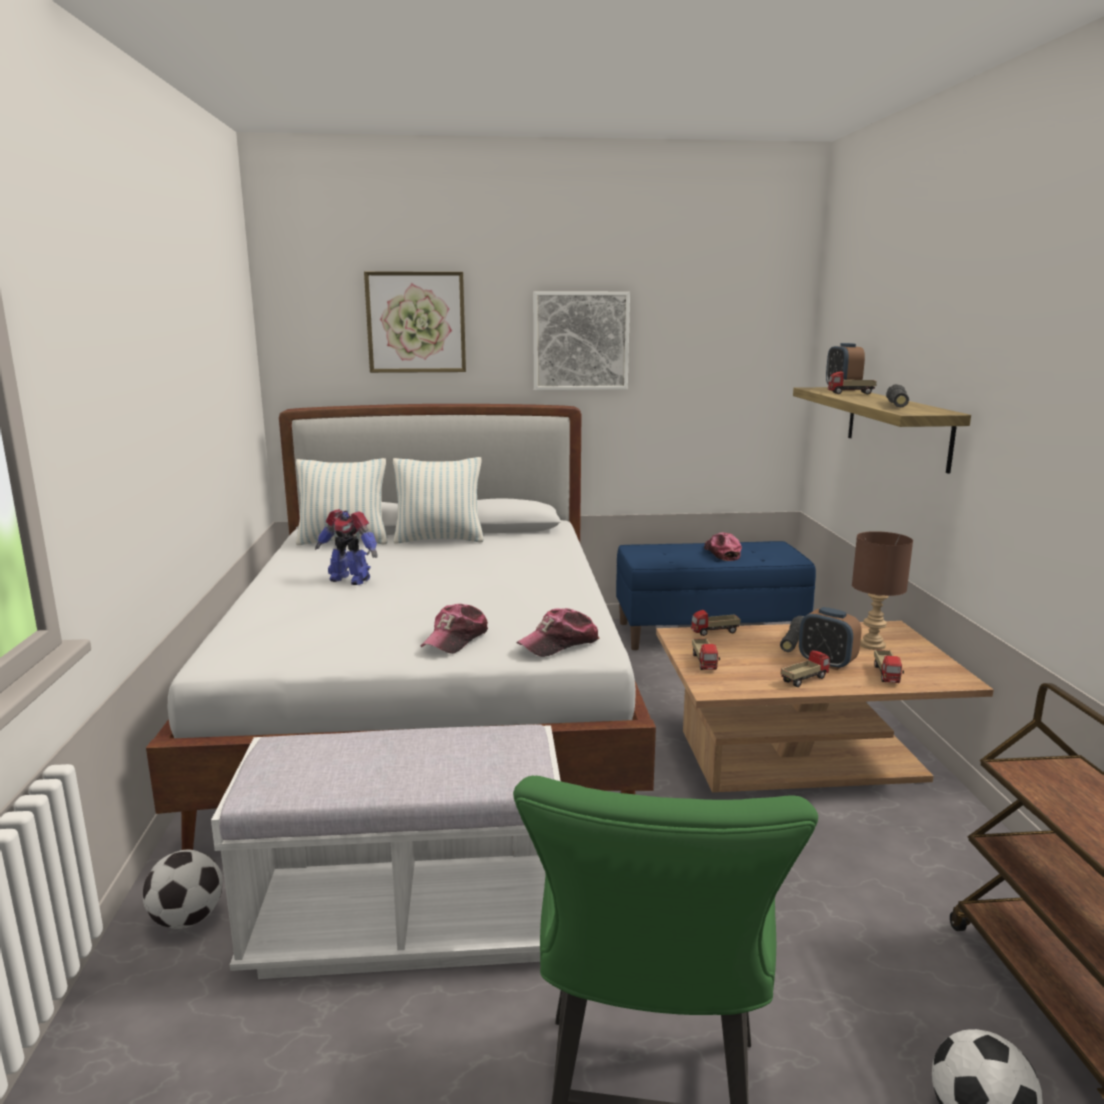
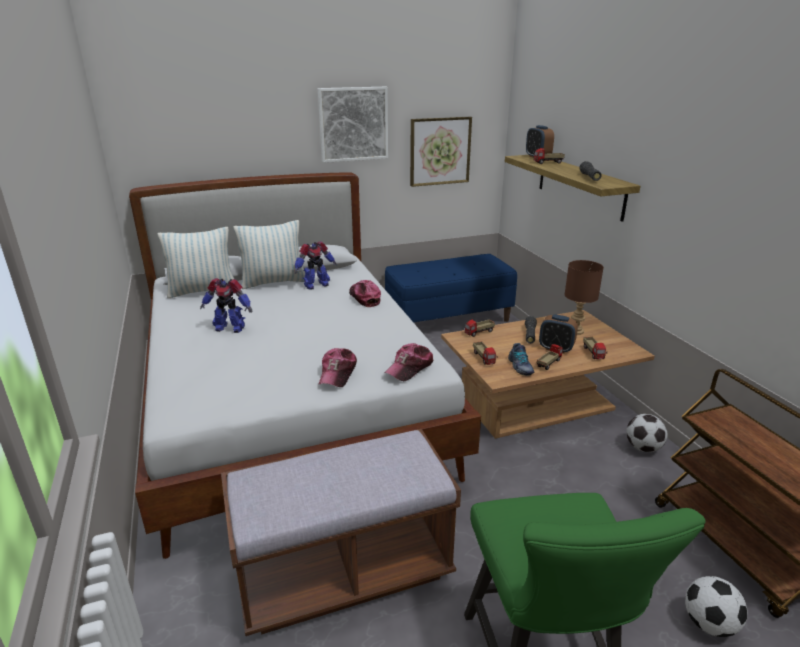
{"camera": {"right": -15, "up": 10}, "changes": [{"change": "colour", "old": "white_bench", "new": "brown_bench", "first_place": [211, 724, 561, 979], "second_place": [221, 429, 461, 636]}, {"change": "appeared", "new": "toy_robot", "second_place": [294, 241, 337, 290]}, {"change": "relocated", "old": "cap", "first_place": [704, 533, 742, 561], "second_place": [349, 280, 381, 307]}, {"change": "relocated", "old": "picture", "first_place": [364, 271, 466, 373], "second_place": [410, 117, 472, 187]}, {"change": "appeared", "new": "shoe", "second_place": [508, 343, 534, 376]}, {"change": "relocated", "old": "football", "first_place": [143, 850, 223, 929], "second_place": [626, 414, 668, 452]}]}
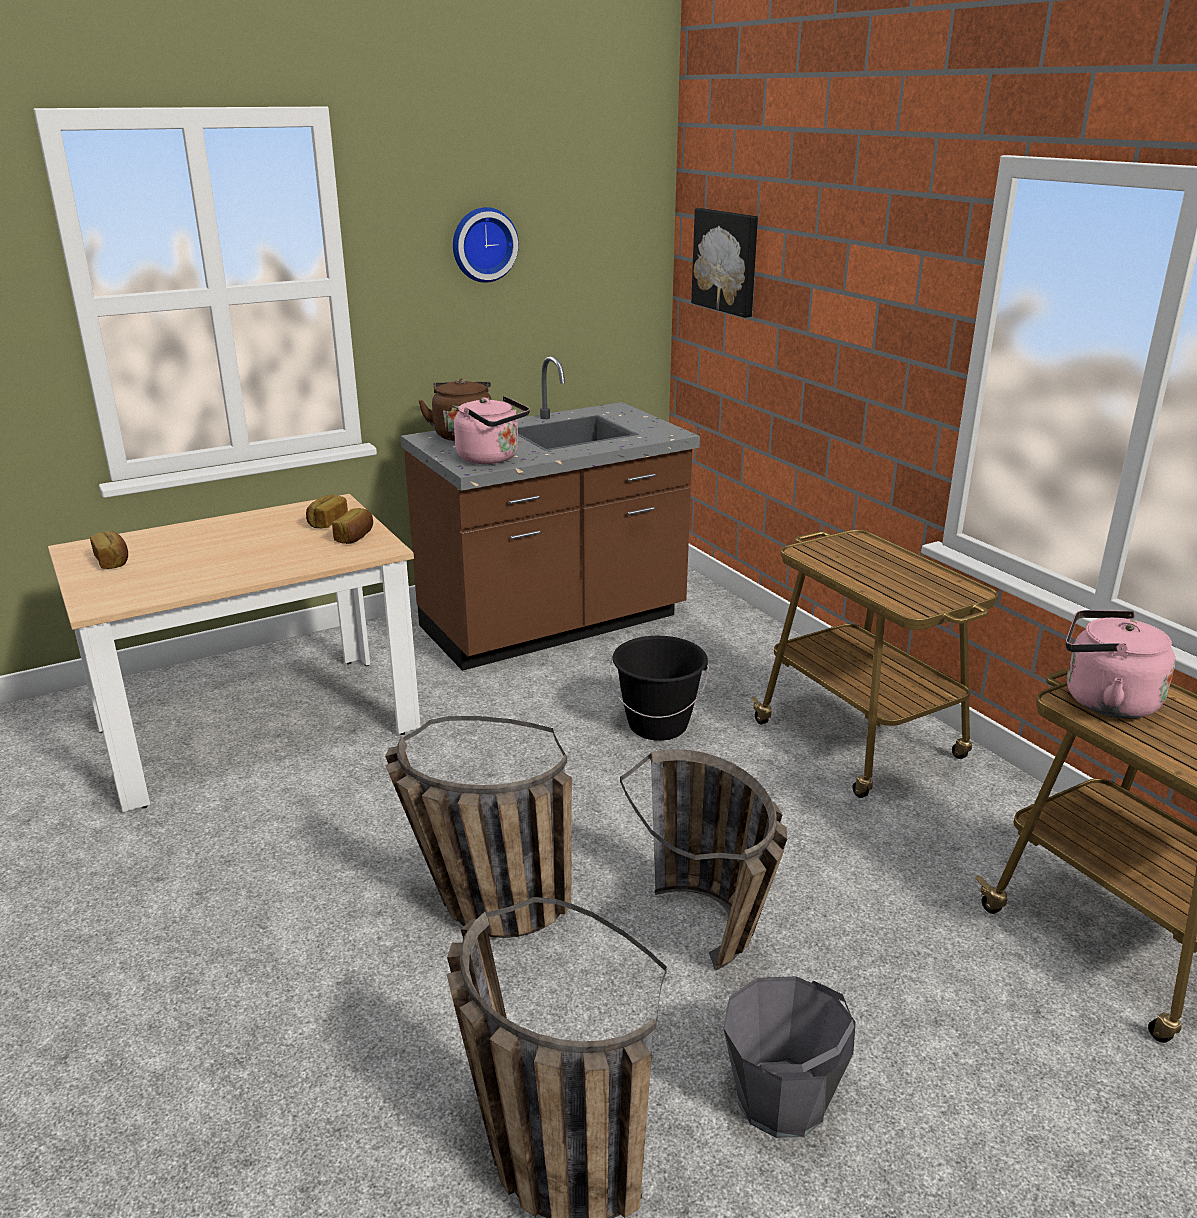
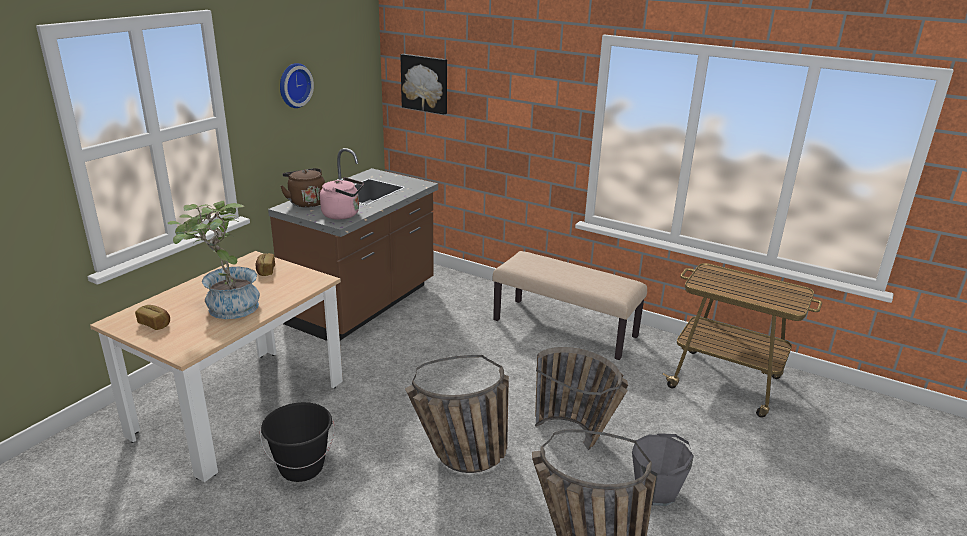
{"camera": {"right": -30, "up": 0}, "changes": [{"change": "appeared", "new": "potted_plant", "second_place": [167, 201, 260, 319]}, {"change": "relocated", "old": "black_bucket", "first_place": [610, 636, 709, 741], "second_place": [260, 402, 334, 482]}, {"change": "exchanged", "old": "cart", "new": "beige_bench", "first_place": [750, 530, 998, 798], "second_place": [493, 251, 647, 360]}, {"change": "missing", "old": "bread", "first_place": [332, 508, 373, 544]}, {"change": "missing", "old": "pink_kettle", "first_place": [1066, 610, 1175, 719]}]}
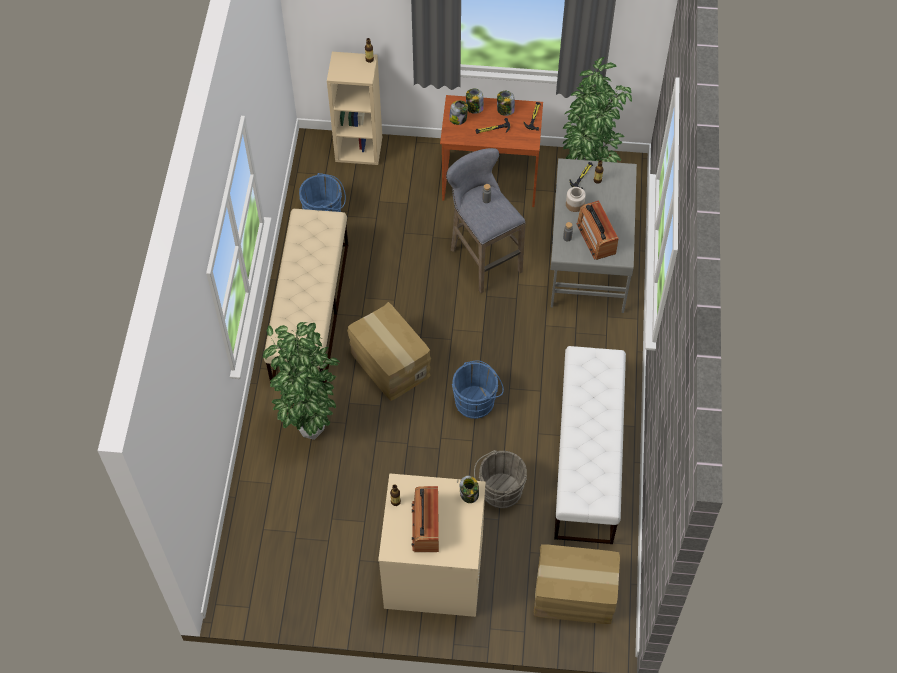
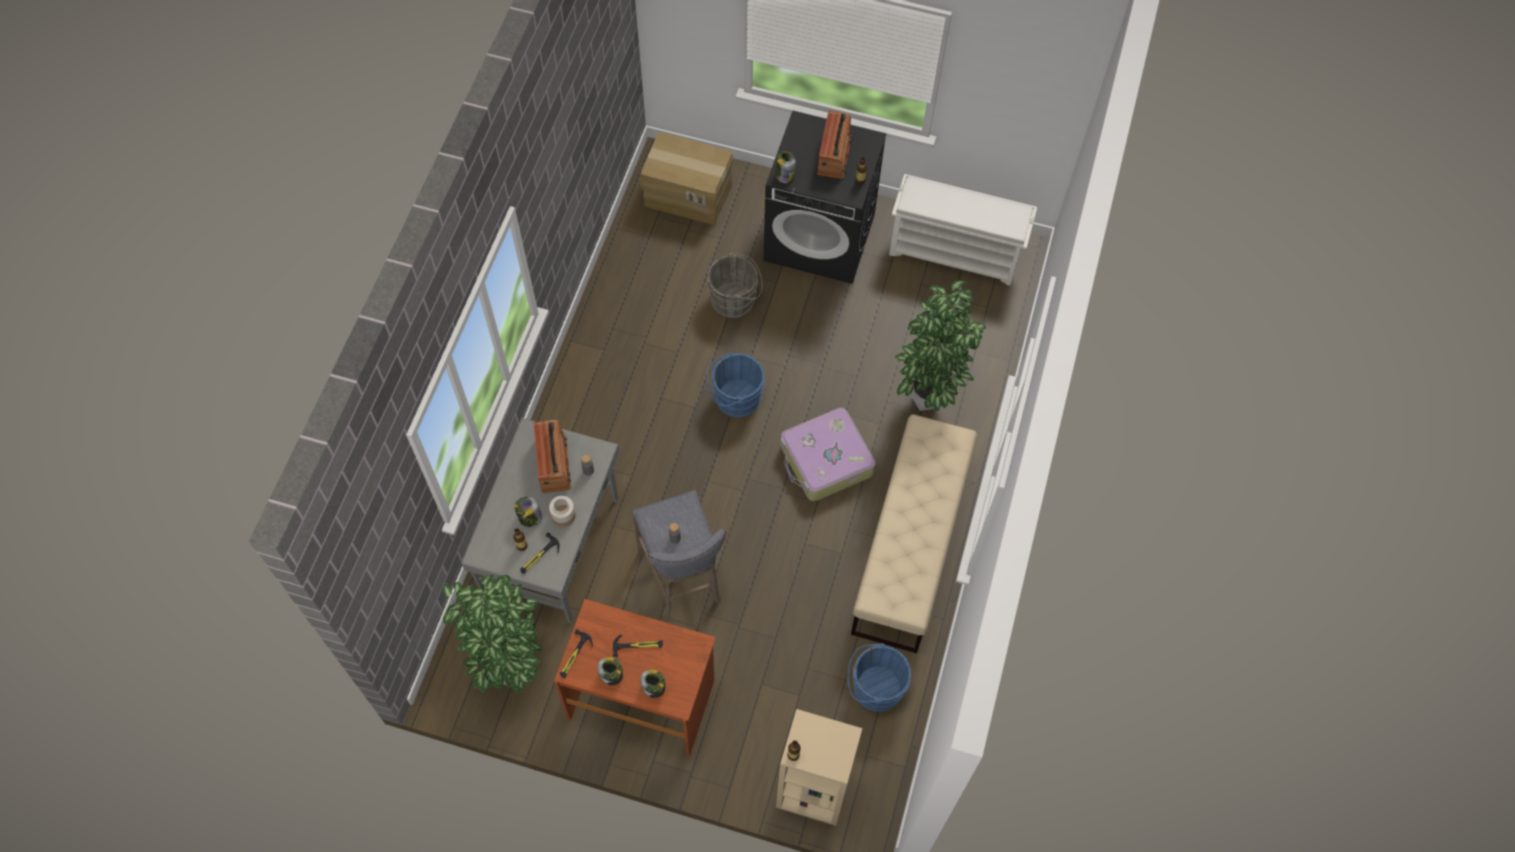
{"camera": {"right": -170, "up": 5}, "changes": [{"change": "relocated", "old": "jar", "first_place": [449, 100, 468, 125], "second_place": [514, 497, 543, 527]}, {"change": "colour", "old": "beige_washing_machine", "new": "black_washing_machine", "first_place": [378, 473, 486, 617], "second_place": [763, 111, 886, 284]}, {"change": "exchanged", "old": "cardboard_box", "new": "suitcase", "first_place": [347, 302, 431, 401], "second_place": [780, 408, 875, 501]}, {"change": "appeared", "new": "white_shoe_rack", "second_place": [889, 174, 1037, 286]}, {"change": "missing", "old": "white_bench", "first_place": [554, 346, 626, 544]}]}
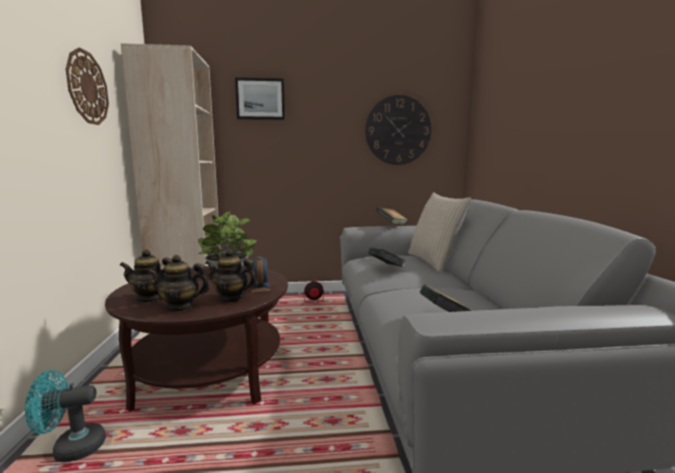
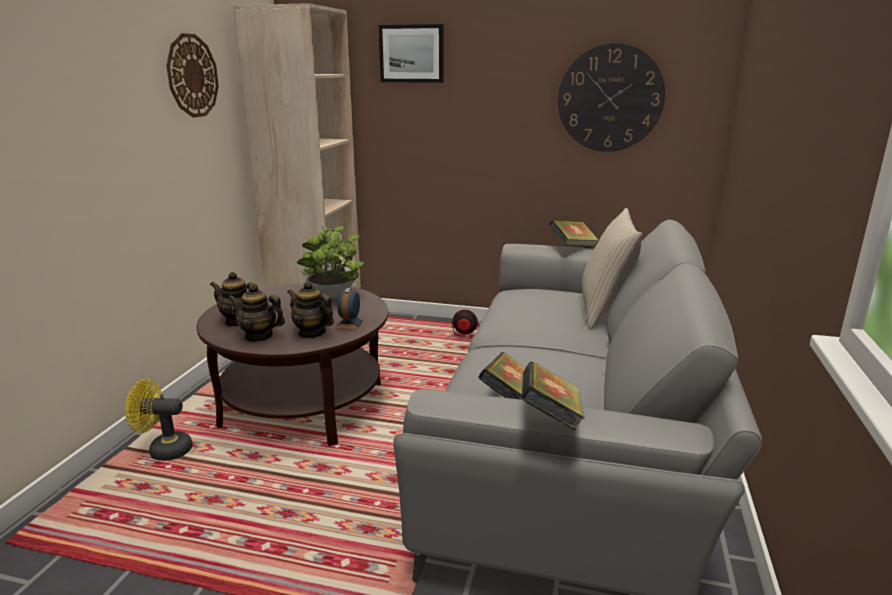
{"camera": {"right": 20, "up": 10}, "changes": [{"change": "colour", "old": "turquoise_fan", "new": "yellow_fan", "first_place": [25, 370, 106, 462], "second_place": [125, 379, 193, 461]}, {"change": "relocated", "old": "book", "first_place": [368, 247, 406, 267], "second_place": [521, 361, 585, 431]}]}
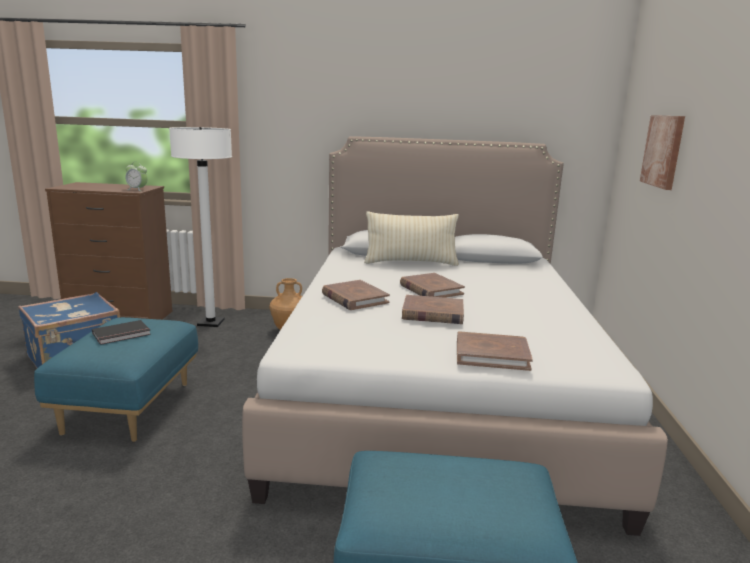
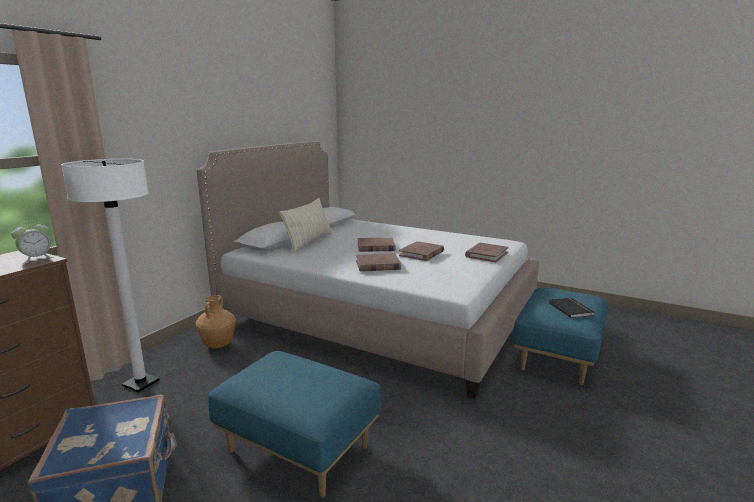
{"camera": {"right": -65, "up": 0}, "changes": [{"change": "relocated", "old": "black_book", "first_place": [92, 320, 151, 345], "second_place": [549, 298, 594, 318]}, {"change": "missing", "old": "picture", "first_place": [640, 115, 685, 190]}]}
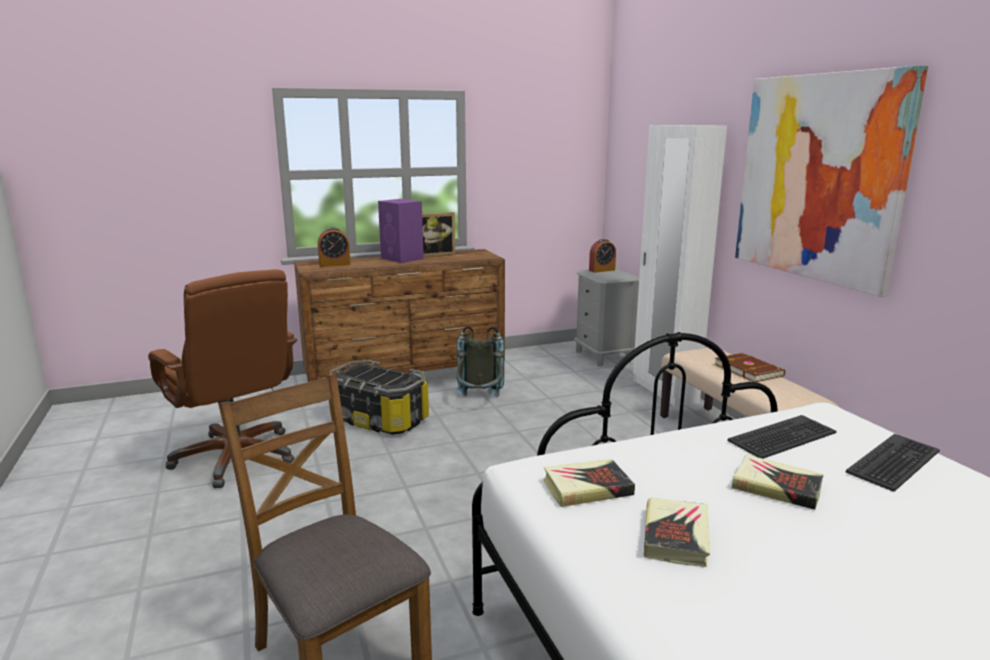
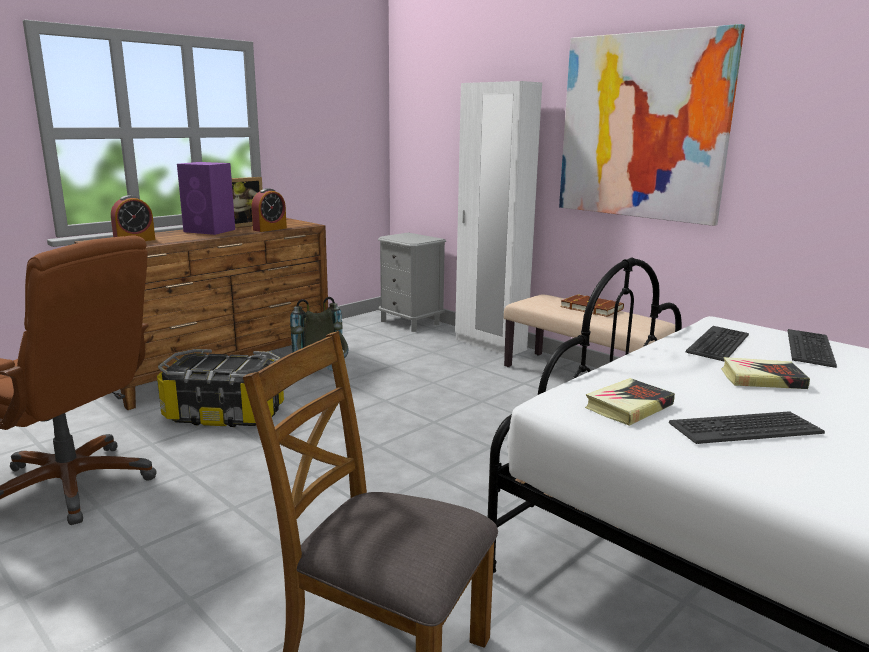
{"camera": {"right": -25, "up": 0}, "changes": [{"change": "relocated", "old": "alarm_clock", "first_place": [589, 239, 616, 273], "second_place": [251, 188, 287, 232]}, {"change": "exchanged", "old": "book", "new": "keyboard", "first_place": [644, 498, 710, 567], "second_place": [669, 411, 825, 444]}]}
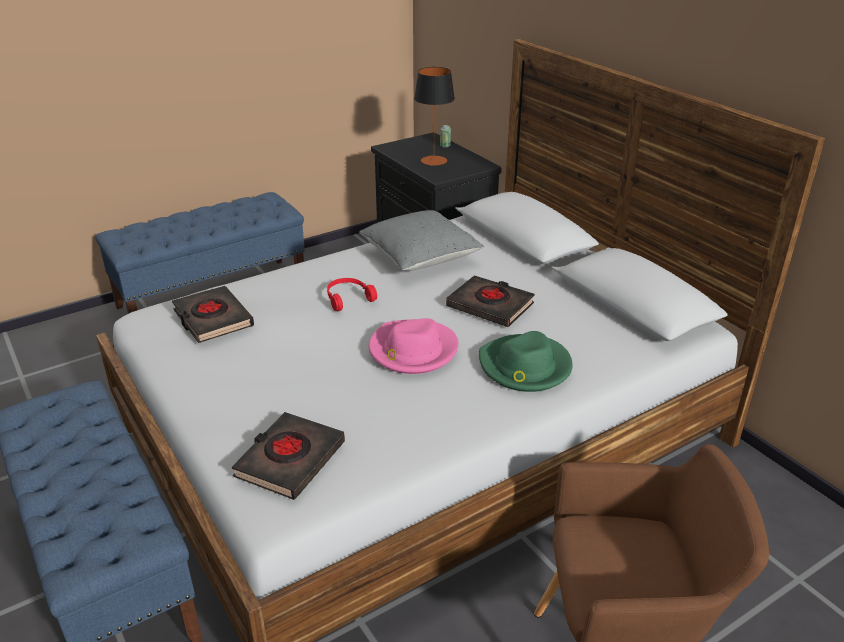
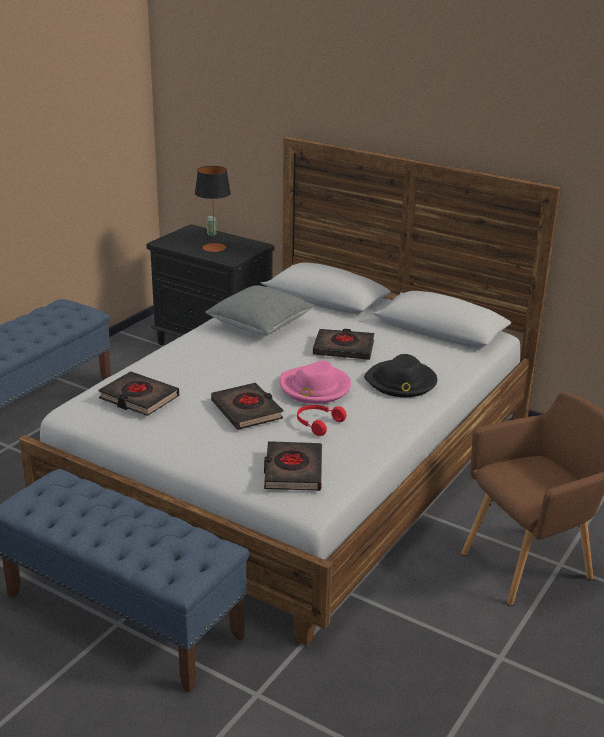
{"camera": {"right": -25, "up": -5}, "changes": [{"change": "appeared", "new": "black_book", "second_place": [211, 383, 283, 430]}, {"change": "relocated", "old": "red_headphones", "first_place": [327, 278, 377, 311], "second_place": [297, 405, 347, 436]}, {"change": "colour", "old": "green_hat", "new": "black_hat", "first_place": [479, 331, 573, 392], "second_place": [364, 354, 437, 397]}]}
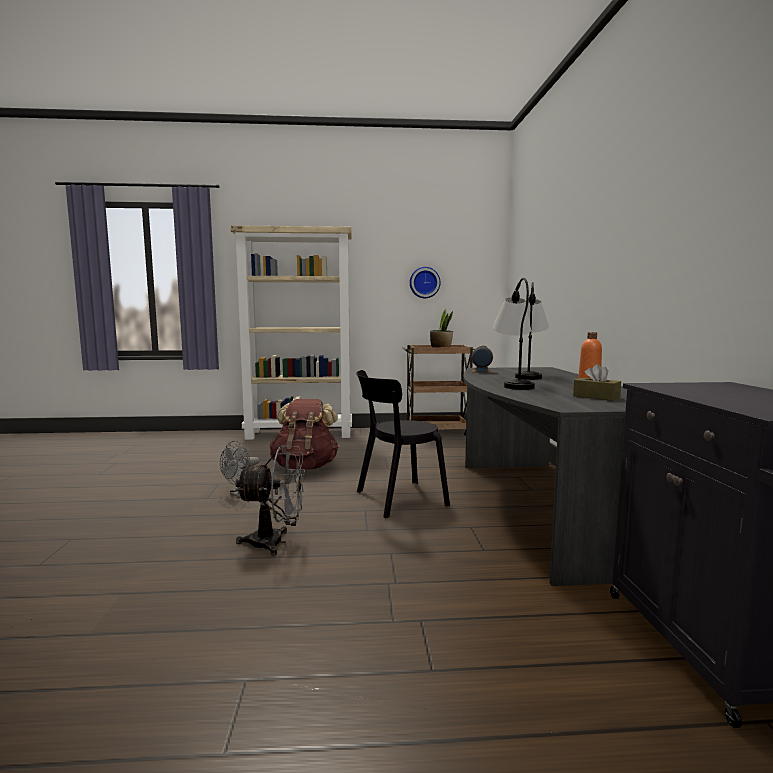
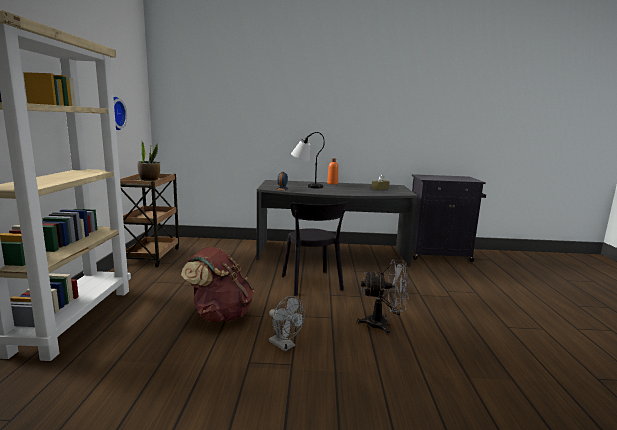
{"camera": {"right": -85, "up": 5}, "changes": [{"change": "spun", "old": "grey_fan", "first_place": [235, 445, 305, 556], "second_place": [356, 259, 409, 335], "degrees": 90}, {"change": "missing", "old": "table_lamp", "first_place": [492, 278, 535, 390]}]}
